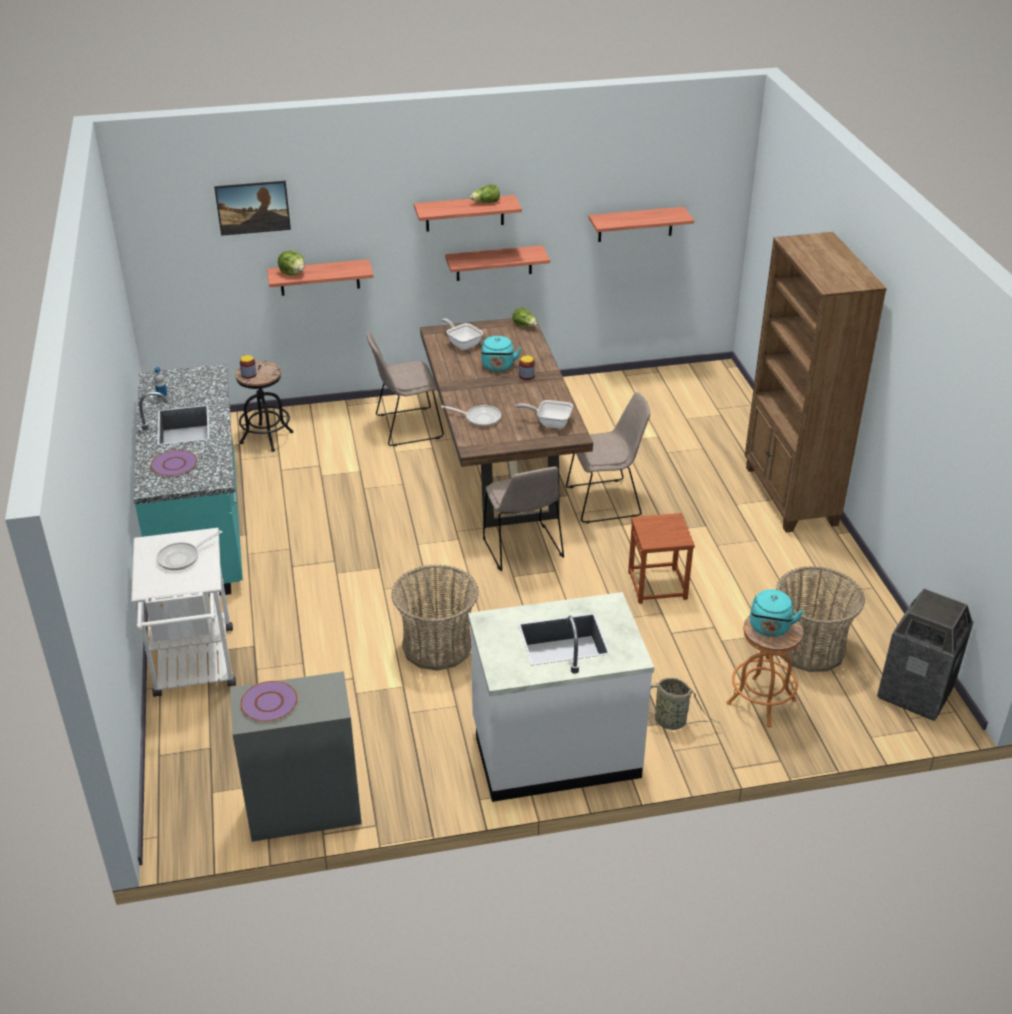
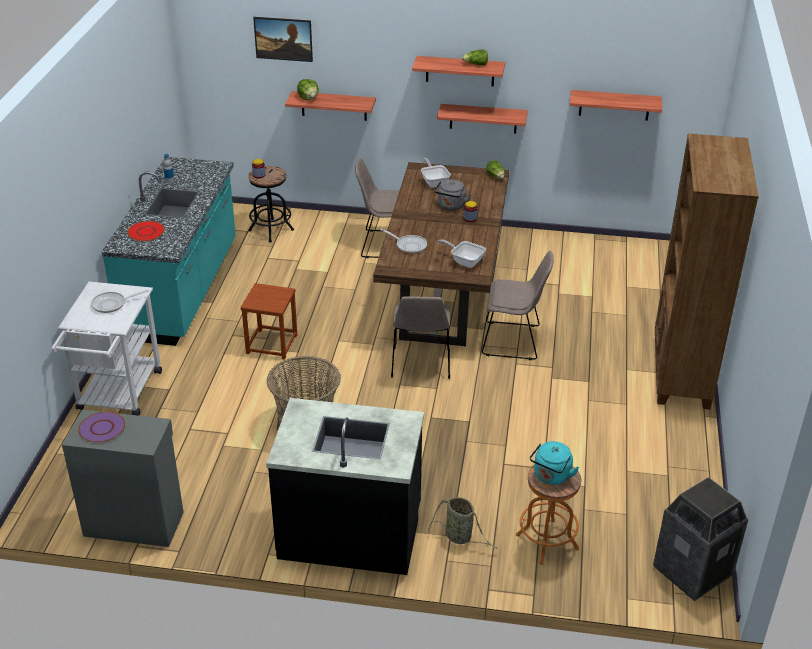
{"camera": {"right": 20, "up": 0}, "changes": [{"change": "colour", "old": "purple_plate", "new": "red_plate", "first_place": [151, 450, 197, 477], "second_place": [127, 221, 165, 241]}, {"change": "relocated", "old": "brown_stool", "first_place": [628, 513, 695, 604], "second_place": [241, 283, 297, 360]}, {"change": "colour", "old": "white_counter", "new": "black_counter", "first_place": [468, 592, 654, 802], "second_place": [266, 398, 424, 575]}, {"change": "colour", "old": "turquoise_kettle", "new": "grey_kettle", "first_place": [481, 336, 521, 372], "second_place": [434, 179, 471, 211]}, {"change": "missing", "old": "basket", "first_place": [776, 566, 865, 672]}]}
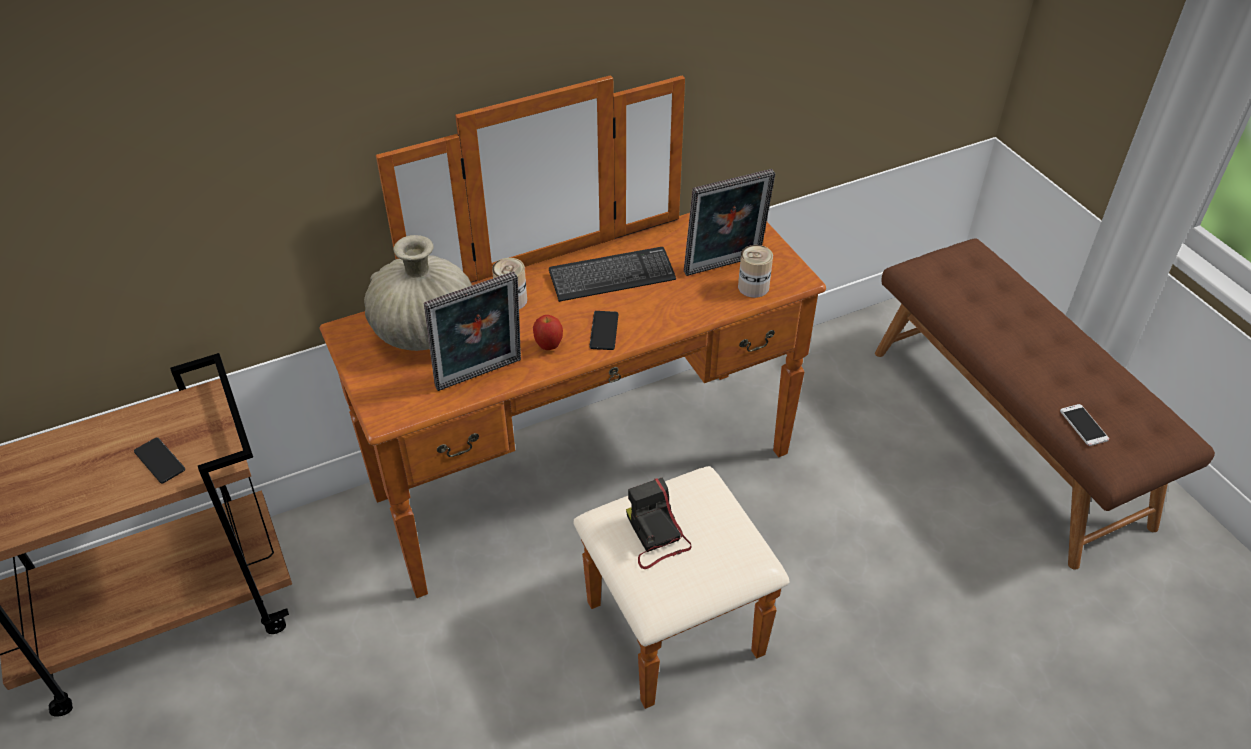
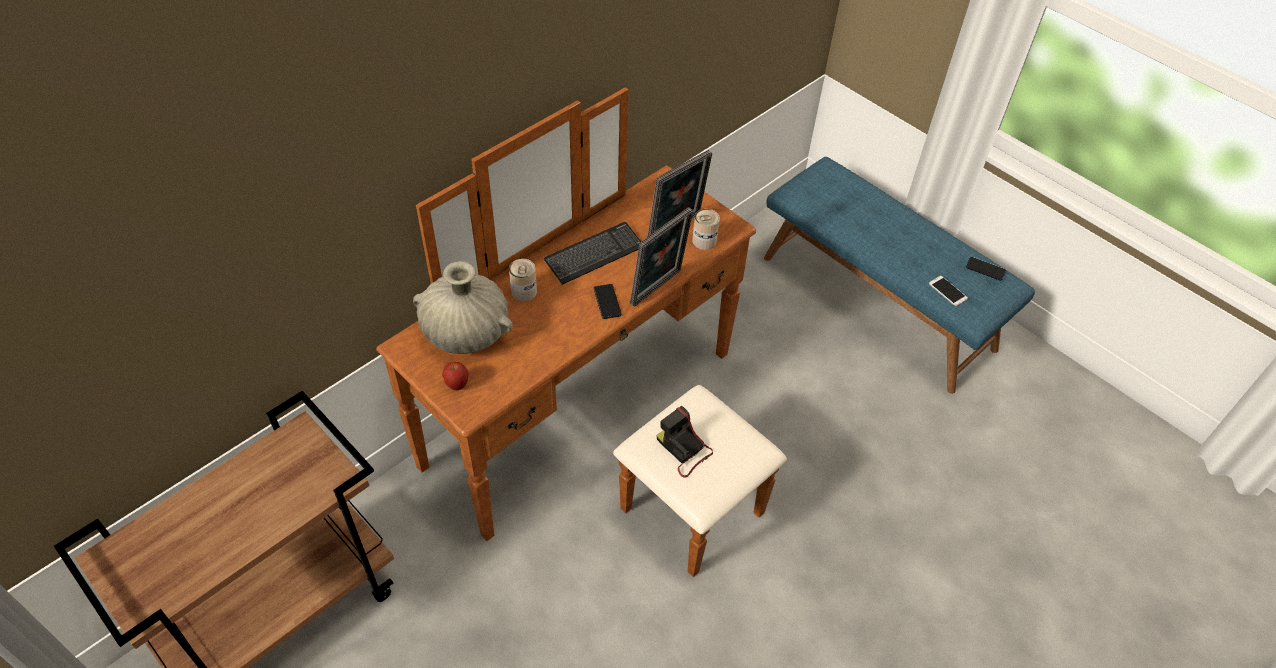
{"camera": {"right": -20, "up": 5}, "changes": [{"change": "relocated", "old": "apple", "first_place": [533, 315, 563, 350], "second_place": [442, 362, 469, 390]}, {"change": "relocated", "old": "picture_frame", "first_place": [424, 272, 521, 391], "second_place": [630, 207, 693, 307]}, {"change": "colour", "old": "brown_bench", "new": "blue_bench", "first_place": [875, 238, 1215, 570], "second_place": [764, 157, 1035, 394]}, {"change": "relocated", "old": "phone", "first_place": [134, 437, 185, 484], "second_place": [966, 257, 1006, 281]}]}
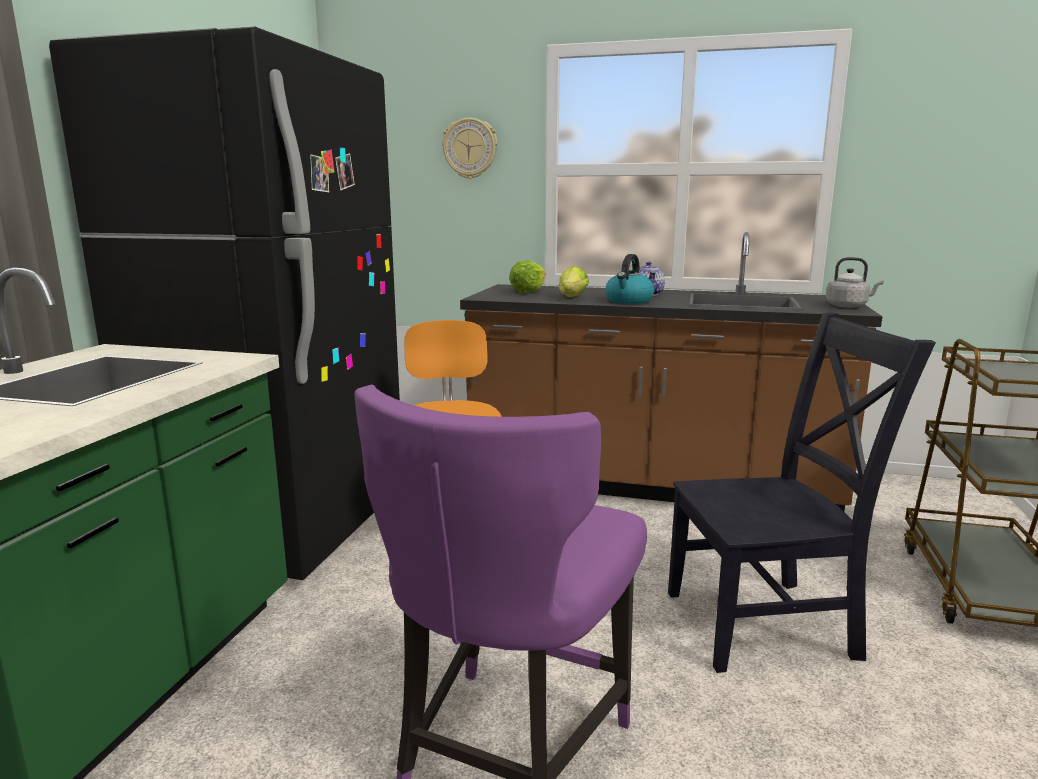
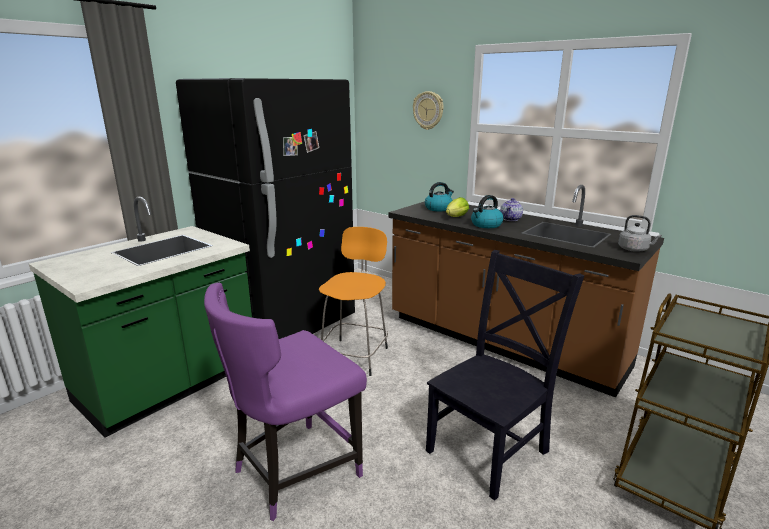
{"camera": {"right": 25, "up": 5}, "changes": [{"change": "exchanged", "old": "lettuce", "new": "kettle", "first_place": [509, 261, 546, 293], "second_place": [425, 182, 454, 211]}, {"change": "spun", "old": "black_chair", "first_place": [668, 312, 936, 673], "second_place": [426, 250, 584, 501], "degrees": -60}]}
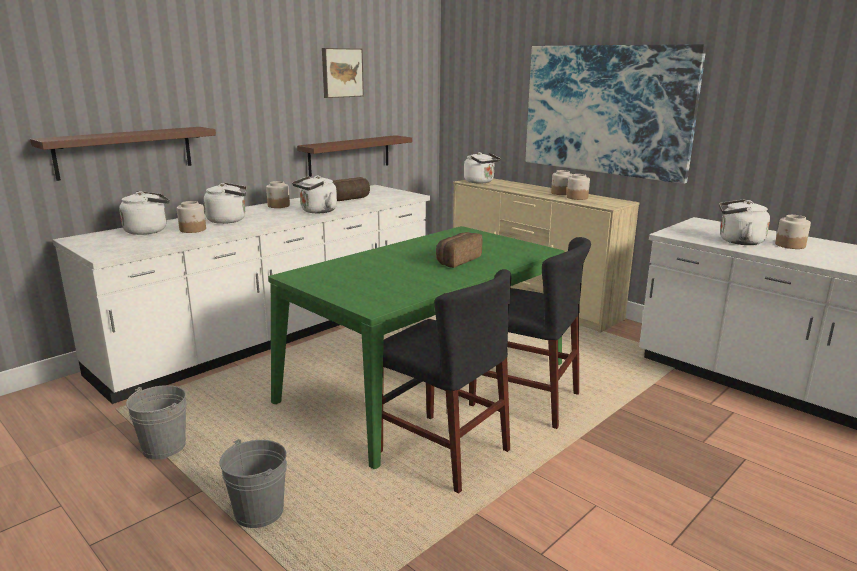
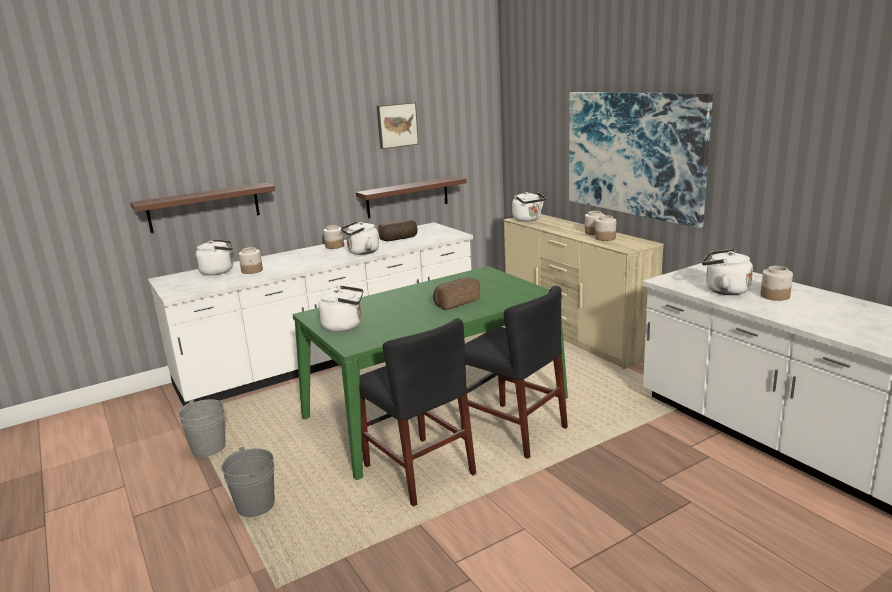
{"camera": {"right": 15, "up": 0}, "changes": [{"change": "relocated", "old": "white_kettle", "first_place": [204, 183, 247, 224], "second_place": [318, 286, 363, 332]}]}
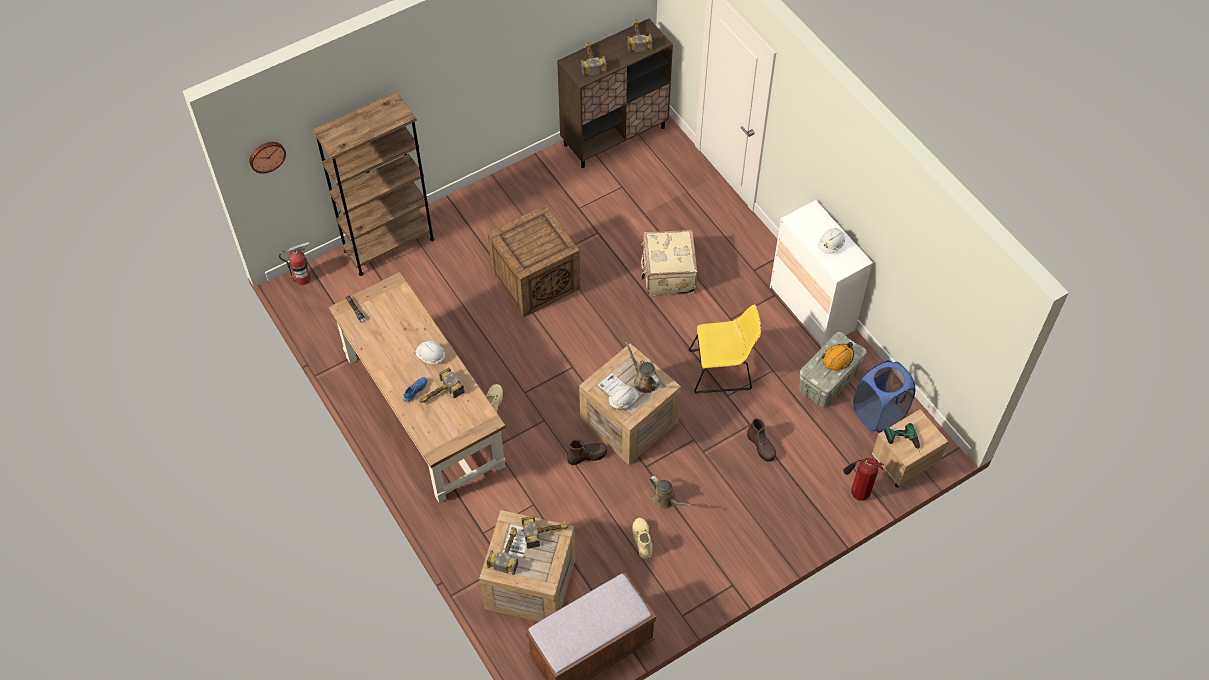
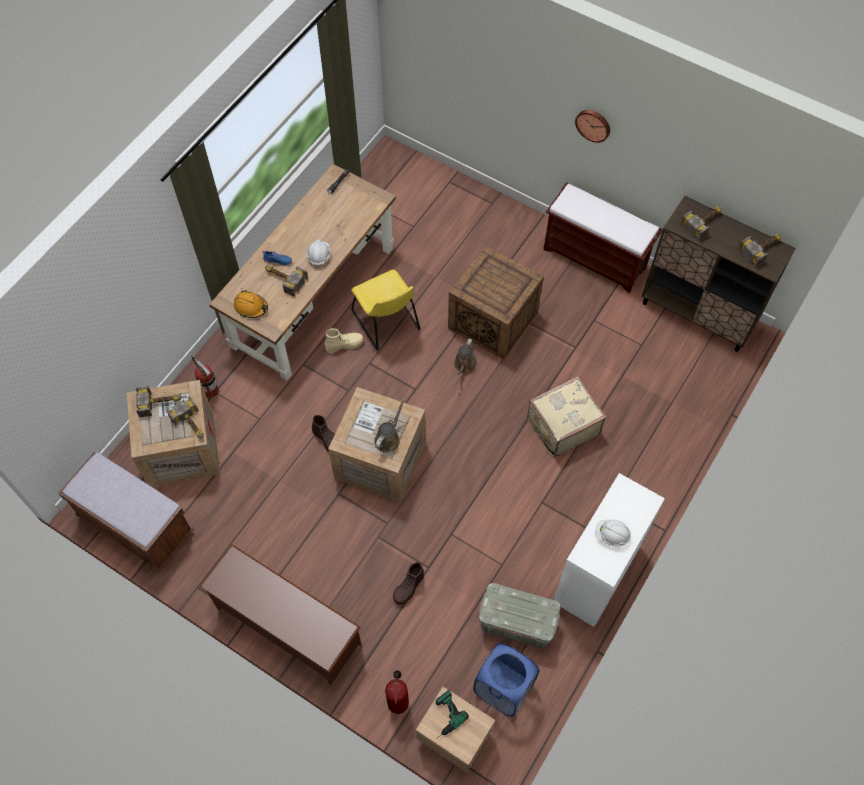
{"camera": {"right": 65, "up": 5}, "changes": [{"change": "relocated", "old": "fire_extinguisher", "first_place": [279, 242, 311, 285], "second_place": [191, 356, 219, 398]}, {"change": "appeared", "new": "brown_shoe_rack", "second_place": [199, 545, 361, 685]}, {"change": "relocated", "old": "orange_hard_hat", "first_place": [822, 342, 854, 371], "second_place": [234, 290, 268, 318]}, {"change": "relocated", "old": "yellow_chair", "first_place": [688, 304, 761, 394], "second_place": [351, 269, 421, 350]}, {"change": "relocated", "old": "brown_watering_can", "first_place": [650, 476, 692, 509], "second_place": [454, 339, 477, 377]}, {"change": "appeared", "new": "brown_bench", "second_place": [543, 182, 662, 293]}, {"change": "relocated", "old": "wall_clock", "first_place": [249, 142, 286, 174], "second_place": [575, 110, 610, 143]}, {"change": "missing", "old": "brown_bookcase", "first_place": [312, 92, 435, 276]}, {"change": "missing", "old": "white_hard_hat", "first_place": [609, 385, 639, 409]}, {"change": "missing", "old": "beige_boot", "first_place": [632, 518, 652, 560]}]}
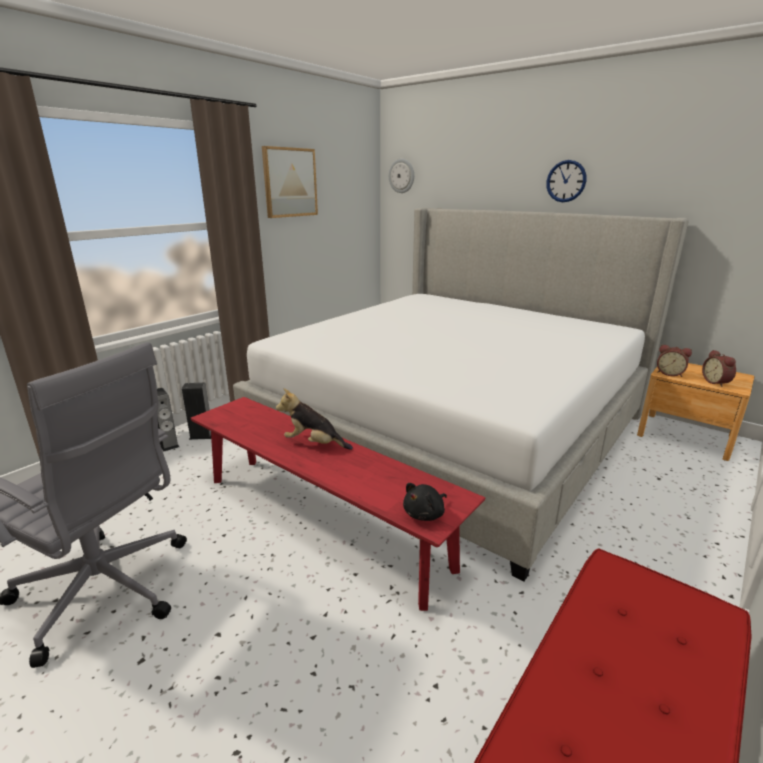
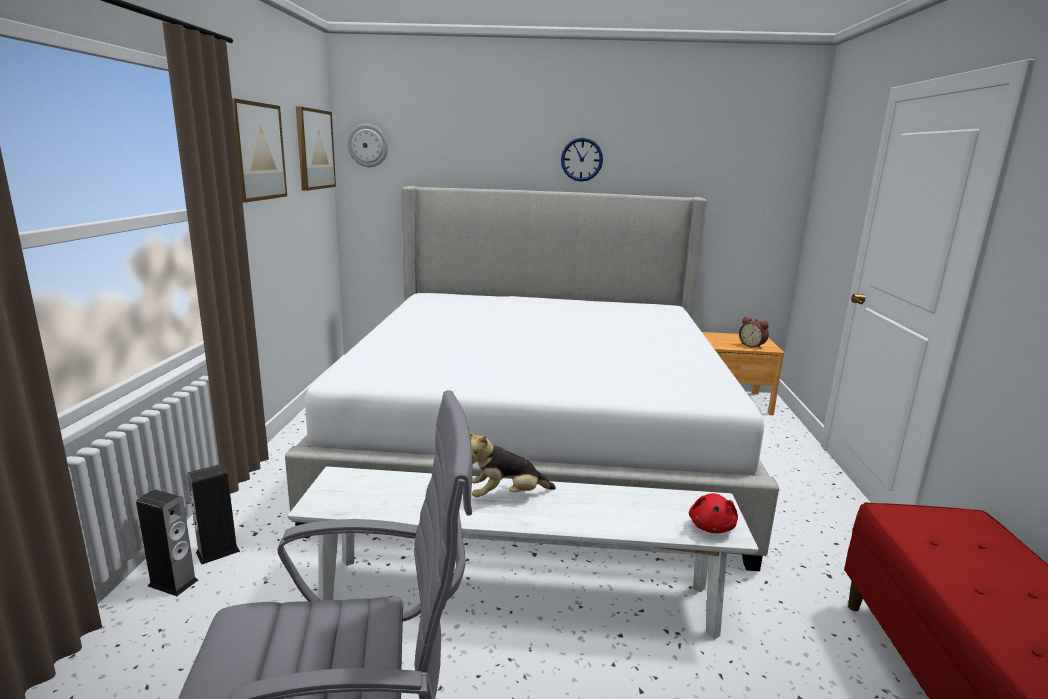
{"camera": {"right": -35, "up": -5}, "changes": [{"change": "colour", "old": "red_bench", "new": "white_bench", "first_place": [191, 397, 485, 611], "second_place": [287, 466, 759, 640]}, {"change": "appeared", "new": "picture", "second_place": [296, 106, 336, 191]}, {"change": "colour", "old": "black_plush_toy", "new": "red_plush_toy", "first_place": [403, 483, 447, 521], "second_place": [689, 493, 738, 533]}, {"change": "missing", "old": "alarm_clock", "first_place": [657, 345, 692, 377]}]}
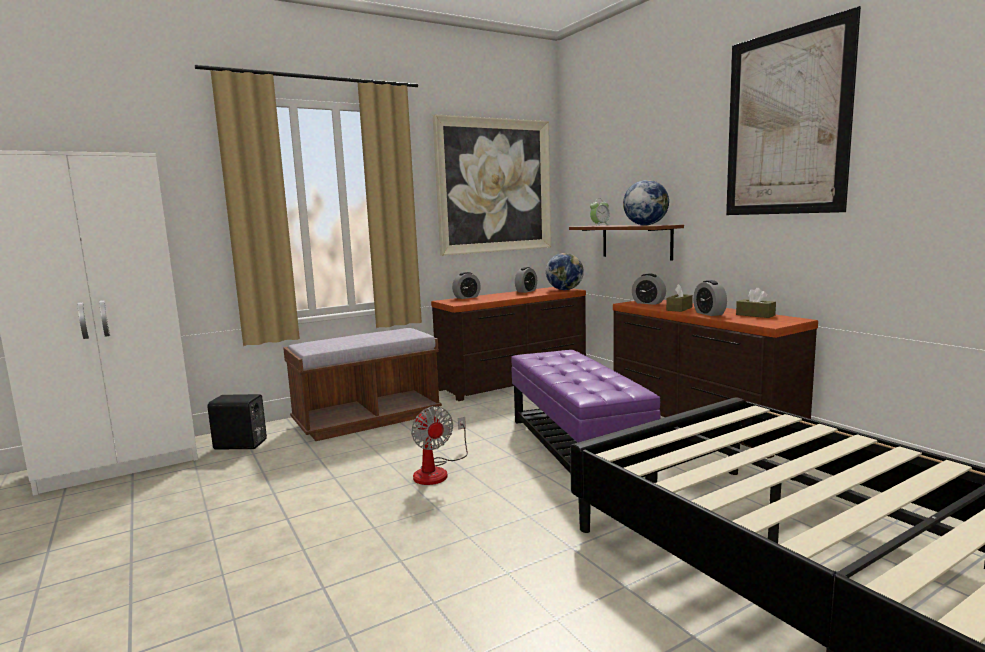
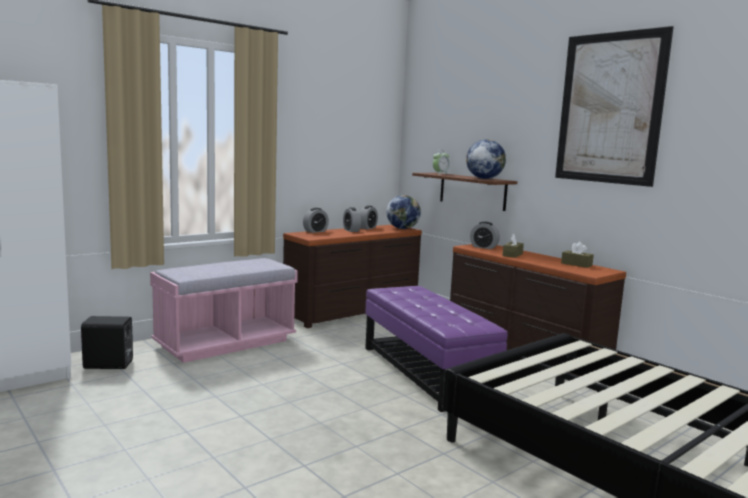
{"camera": {"right": -10, "up": 0}, "changes": [{"change": "colour", "old": "brown_bench", "new": "pink_bench", "first_place": [283, 328, 442, 441], "second_place": [150, 258, 298, 363]}, {"change": "relocated", "old": "alarm_clock", "first_place": [693, 280, 727, 316], "second_place": [343, 207, 361, 232]}, {"change": "missing", "old": "fan", "first_place": [411, 406, 468, 485]}, {"change": "missing", "old": "picture", "first_place": [433, 114, 551, 256]}]}
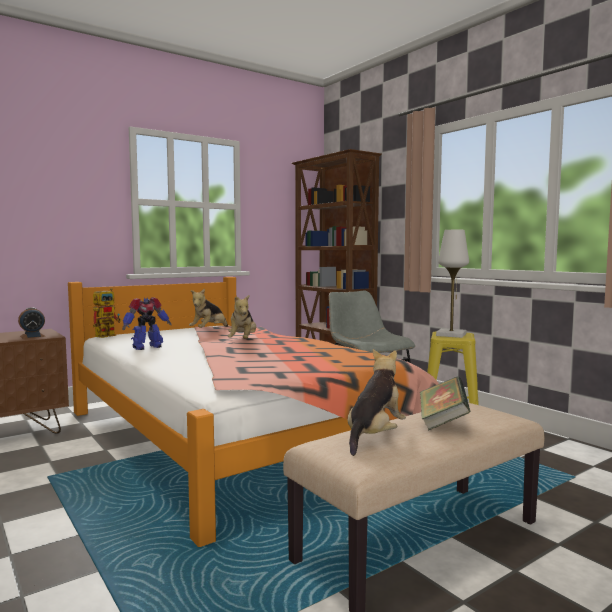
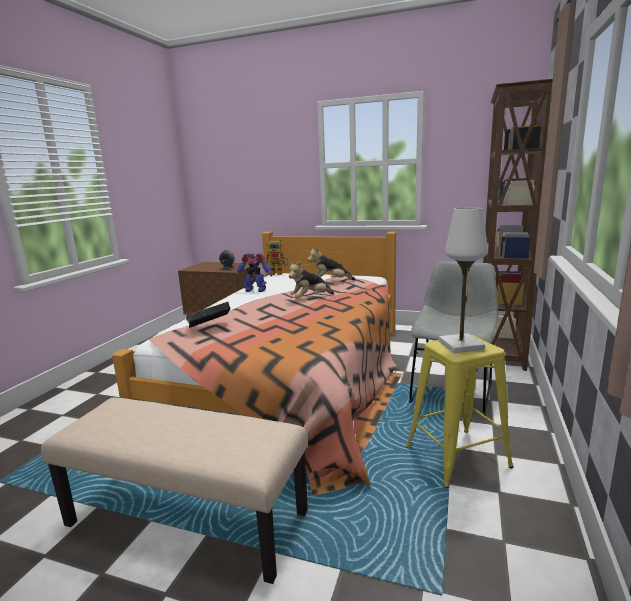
{"camera": {"right": 55, "up": 10}, "changes": [{"change": "relocated", "old": "book", "first_place": [420, 376, 471, 430], "second_place": [186, 302, 230, 328]}, {"change": "missing", "old": "plush_toy", "first_place": [348, 349, 406, 456]}]}
